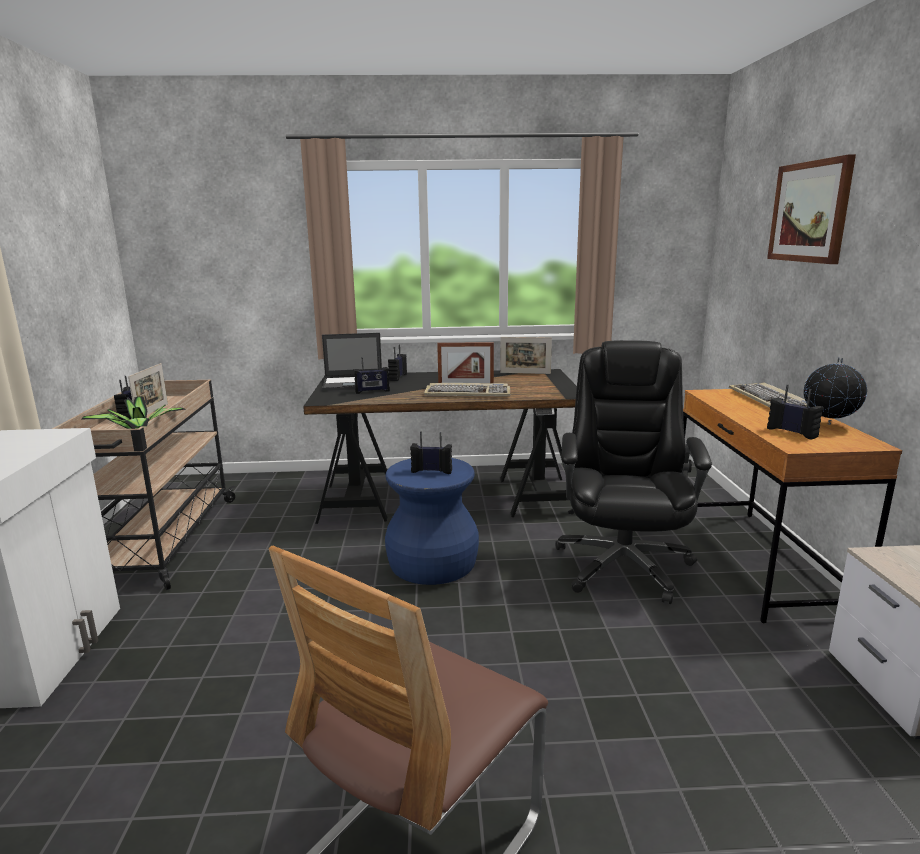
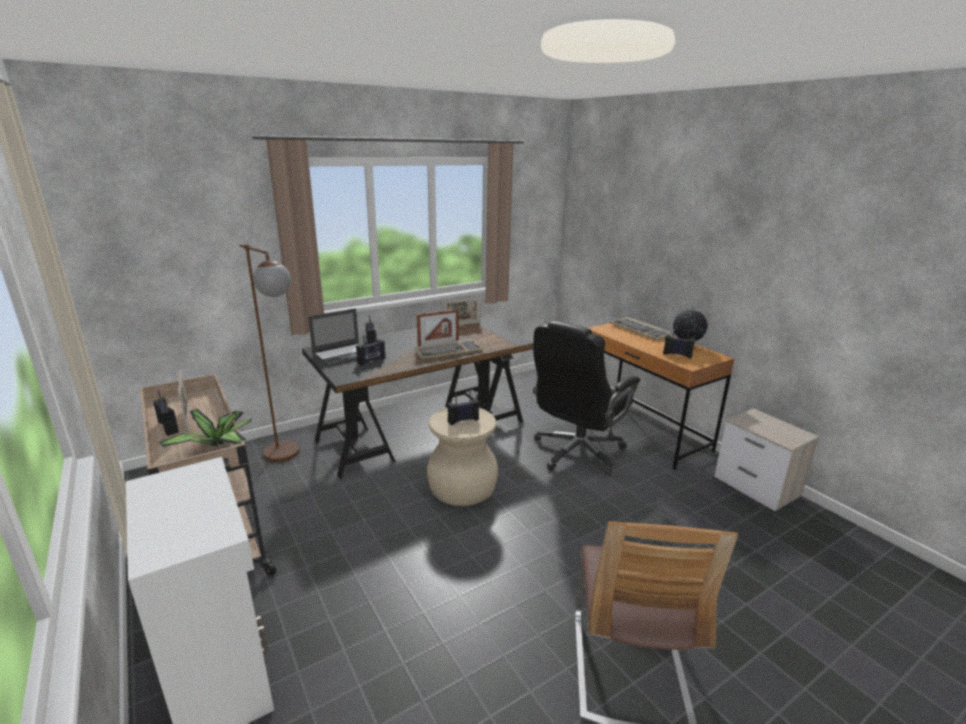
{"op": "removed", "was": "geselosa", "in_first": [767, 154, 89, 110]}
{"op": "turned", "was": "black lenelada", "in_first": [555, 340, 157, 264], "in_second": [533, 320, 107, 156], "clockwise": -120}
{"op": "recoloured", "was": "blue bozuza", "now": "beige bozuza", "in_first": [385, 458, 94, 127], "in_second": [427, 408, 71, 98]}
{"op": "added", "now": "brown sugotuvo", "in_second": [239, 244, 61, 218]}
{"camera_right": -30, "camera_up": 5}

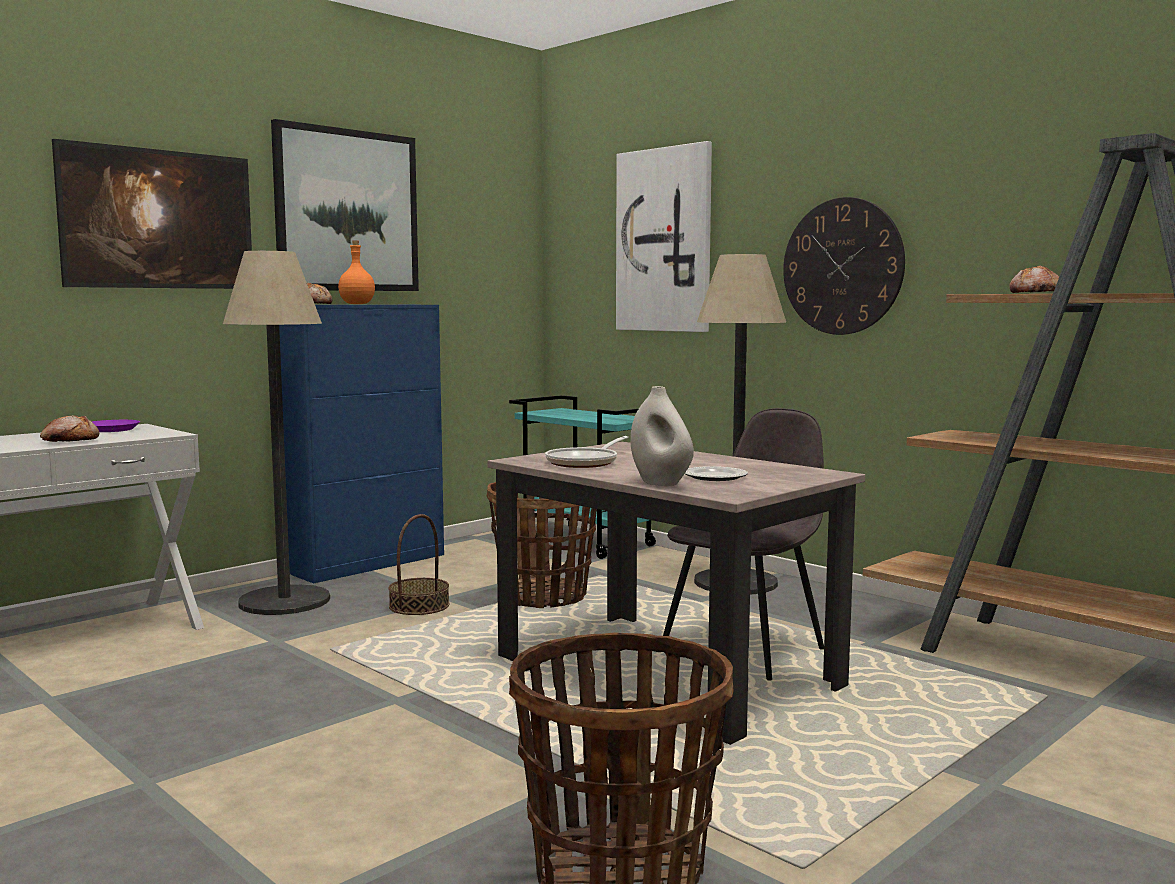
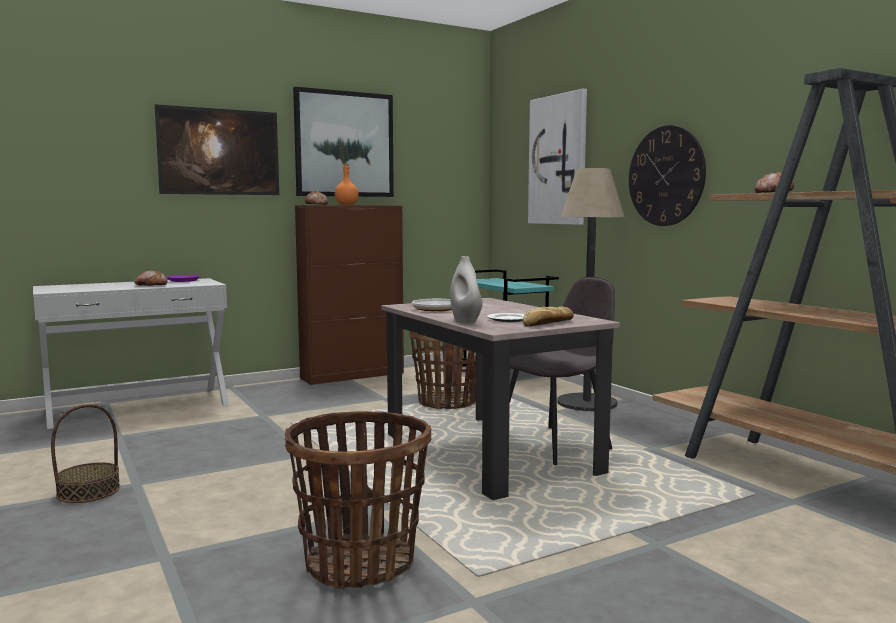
{"op": "removed", "was": "sugotuvo", "in_first": [223, 251, 107, 364]}
{"op": "recoloured", "was": "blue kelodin", "now": "brown kelodin", "in_first": [279, 305, 165, 279], "in_second": [295, 205, 109, 180]}
{"op": "moved", "was": "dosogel", "in_first": [389, 514, 60, 101], "in_second": [51, 404, 69, 99]}
{"op": "added", "now": "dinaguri", "in_second": [523, 306, 51, 21]}
{"camera_right": 15, "camera_up": 0}

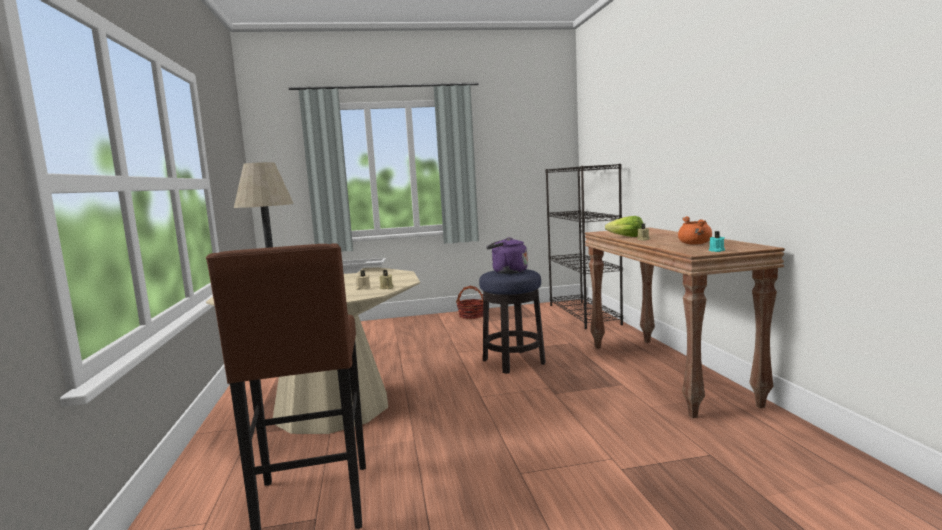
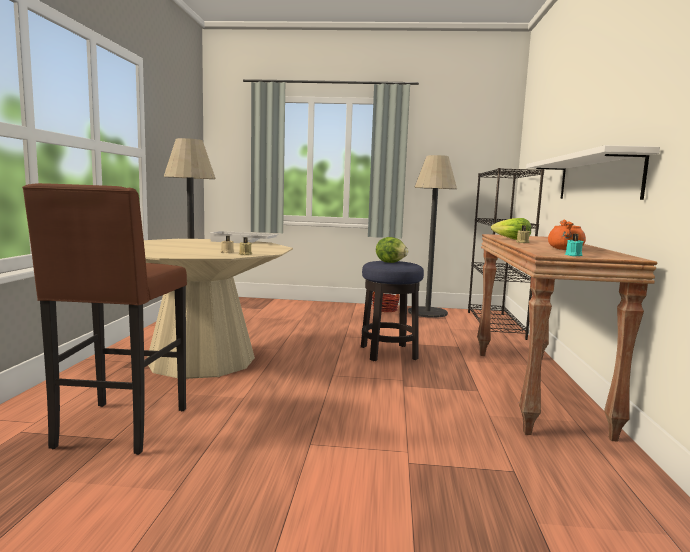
{"op": "replaced", "was": "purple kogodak", "now": "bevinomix", "in_first": [486, 237, 42, 37], "in_second": [376, 237, 32, 26]}
{"op": "added", "now": "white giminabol", "in_second": [526, 145, 134, 55]}
{"op": "added", "now": "sugotuvo", "in_second": [408, 155, 49, 163]}
{"camera_right": 15, "camera_up": 0}

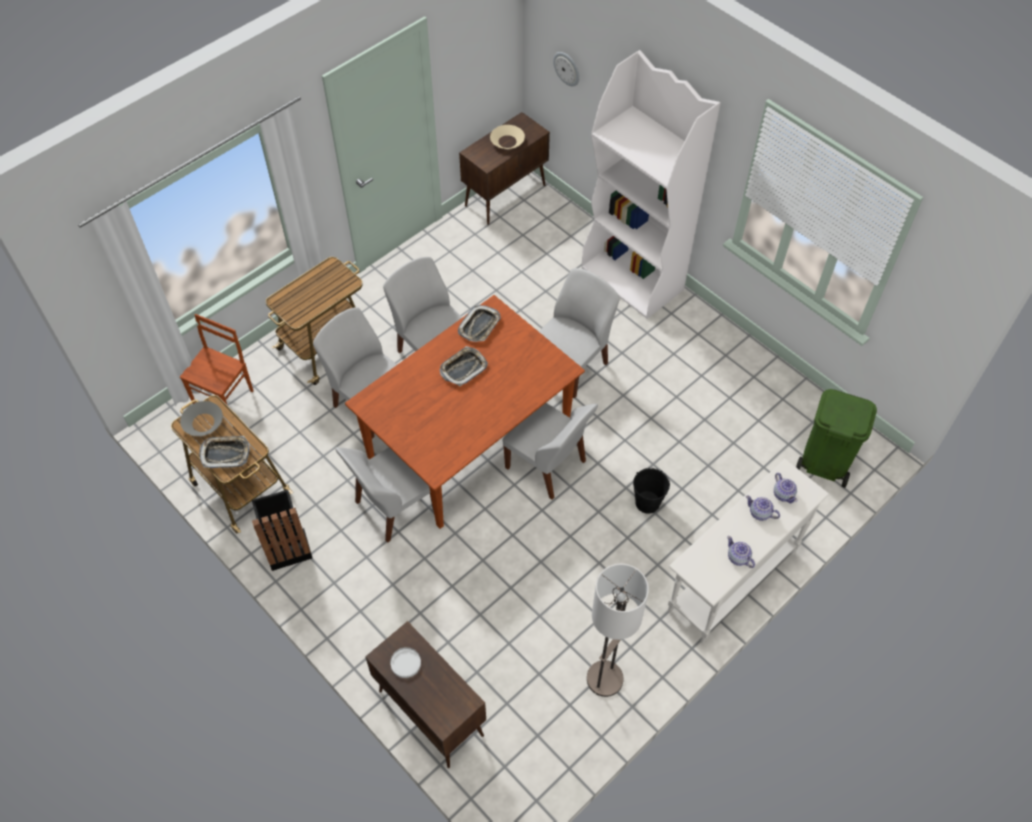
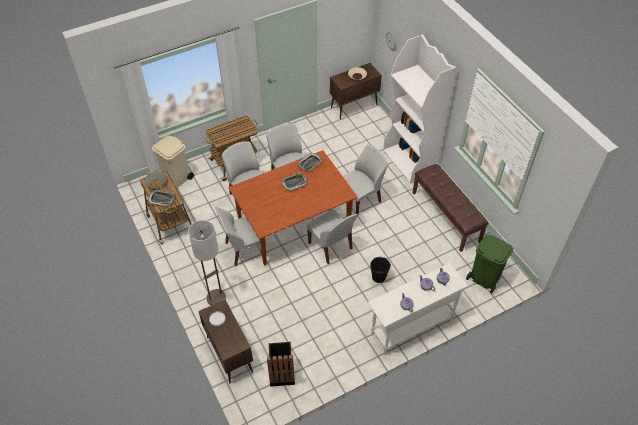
{"op": "replaced", "was": "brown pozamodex", "now": "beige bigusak", "in_first": [180, 314, 73, 92], "in_second": [152, 136, 42, 51]}
{"op": "moved", "was": "black bigusak", "in_first": [252, 490, 60, 81], "in_second": [267, 342, 28, 45]}
{"op": "moved", "was": "sugotuvo", "in_first": [587, 563, 62, 134], "in_second": [188, 220, 38, 85]}
{"op": "added", "now": "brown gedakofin", "in_second": [412, 164, 76, 88]}
{"camera_right": 15, "camera_up": -5}

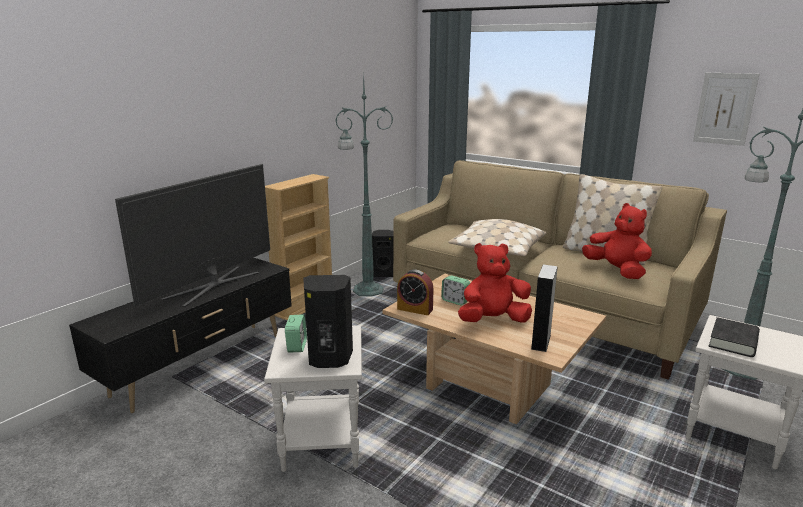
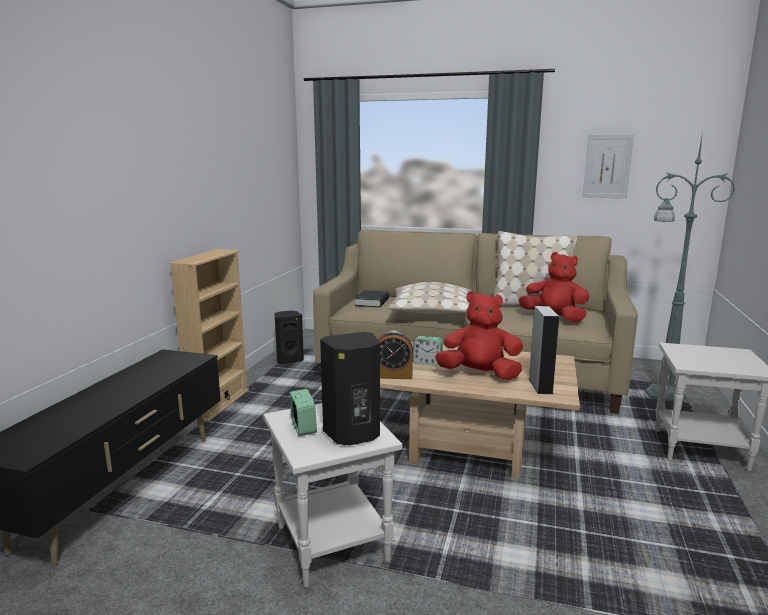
{"op": "removed", "was": "green sugotuvo", "in_first": [335, 72, 58, 225]}
{"op": "removed", "was": "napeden", "in_first": [115, 164, 155, 143]}
{"op": "turned", "was": "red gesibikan", "in_first": [458, 243, 74, 80], "in_second": [435, 291, 88, 89], "clockwise": 45}
{"op": "moved", "was": "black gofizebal", "in_first": [709, 317, 51, 40], "in_second": [355, 290, 34, 17]}
{"camera_right": -20, "camera_up": -5}

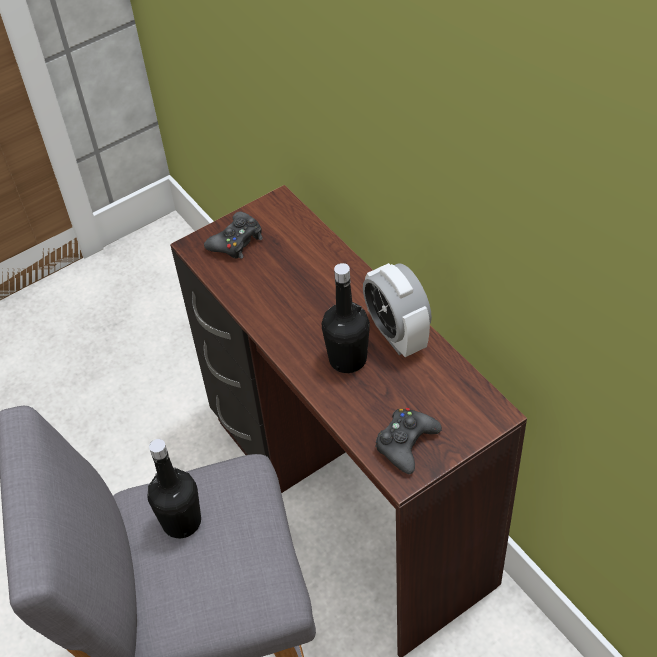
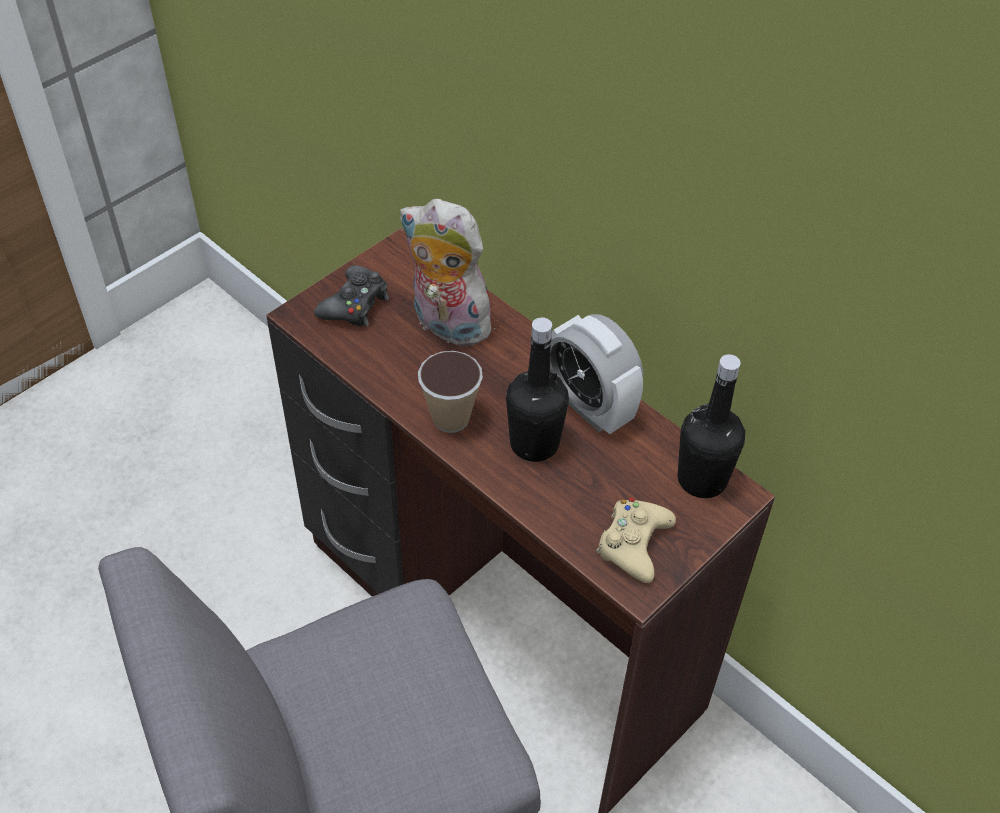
{"op": "recoloured", "was": "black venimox", "now": "beige venimox", "in_first": [375, 408, 67, 66], "in_second": [596, 498, 80, 85]}
{"op": "moved", "was": "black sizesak", "in_first": [148, 439, 53, 99], "in_second": [678, 354, 67, 144]}
{"op": "added", "now": "gesibikan", "in_second": [400, 199, 101, 147]}
{"op": "added", "now": "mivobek", "in_second": [418, 351, 65, 82]}
{"camera_right": -15, "camera_up": 0}

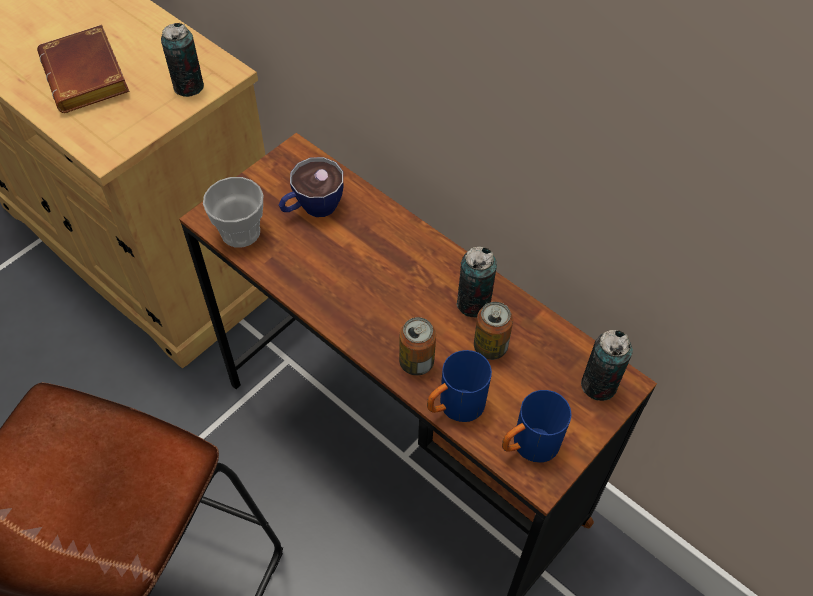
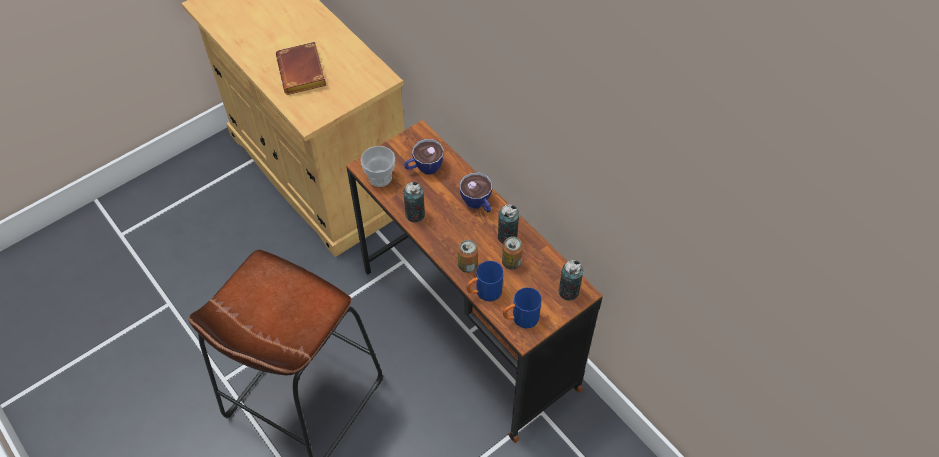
{"op": "moved", "was": "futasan", "in_first": [161, 23, 43, 74], "in_second": [404, 182, 21, 41]}
{"op": "added", "now": "mivobek", "in_second": [460, 173, 32, 39]}
{"camera_right": 10, "camera_up": 0}

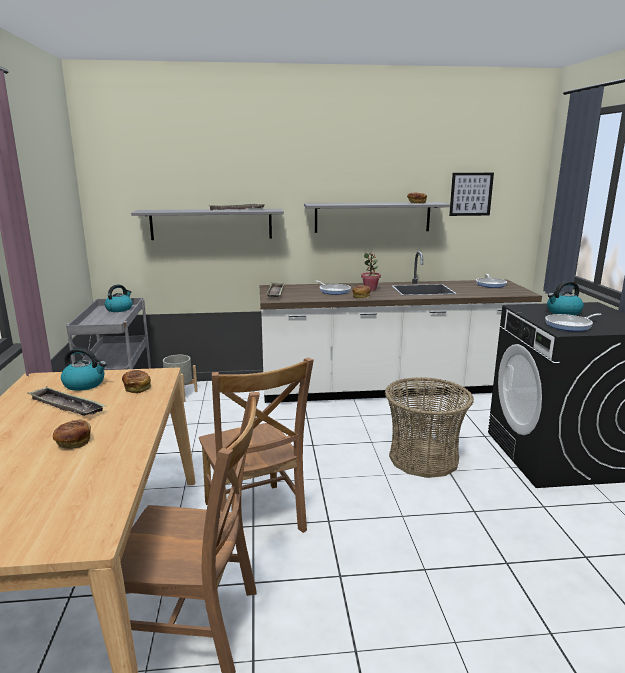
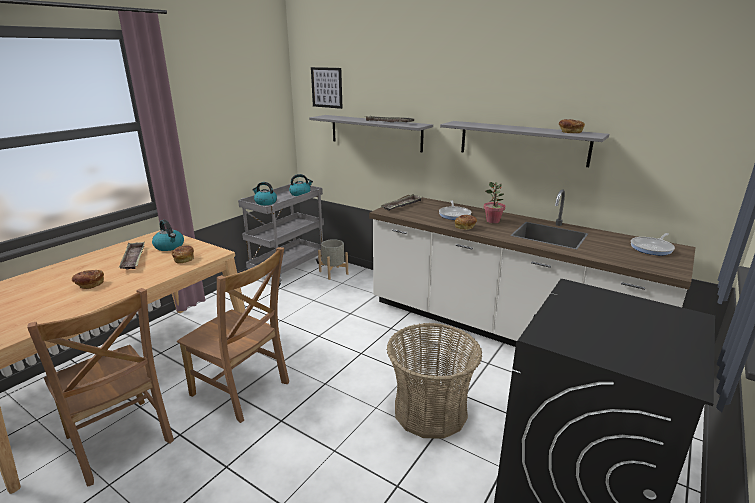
{"op": "moved", "was": "geselosa", "in_first": [449, 173, 45, 43], "in_second": [311, 67, 32, 42]}
{"op": "moved", "was": "kogodak", "in_first": [547, 281, 37, 34], "in_second": [252, 182, 25, 23]}
{"op": "removed", "was": "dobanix", "in_first": [545, 313, 56, 18]}
{"op": "turned", "was": "brown pozamodex", "in_first": [199, 357, 115, 176], "in_second": [177, 247, 112, 176], "clockwise": -75}
{"camera_right": 40, "camera_up": 5}

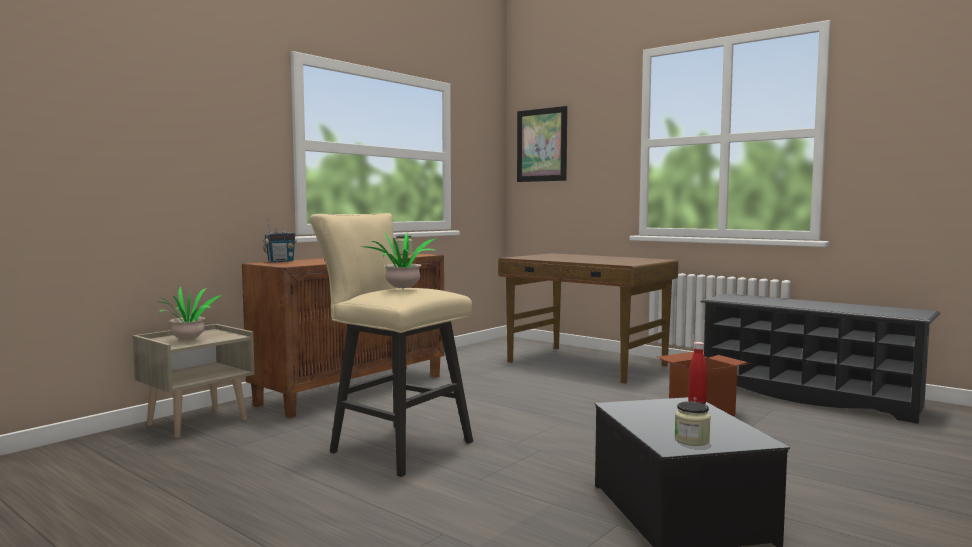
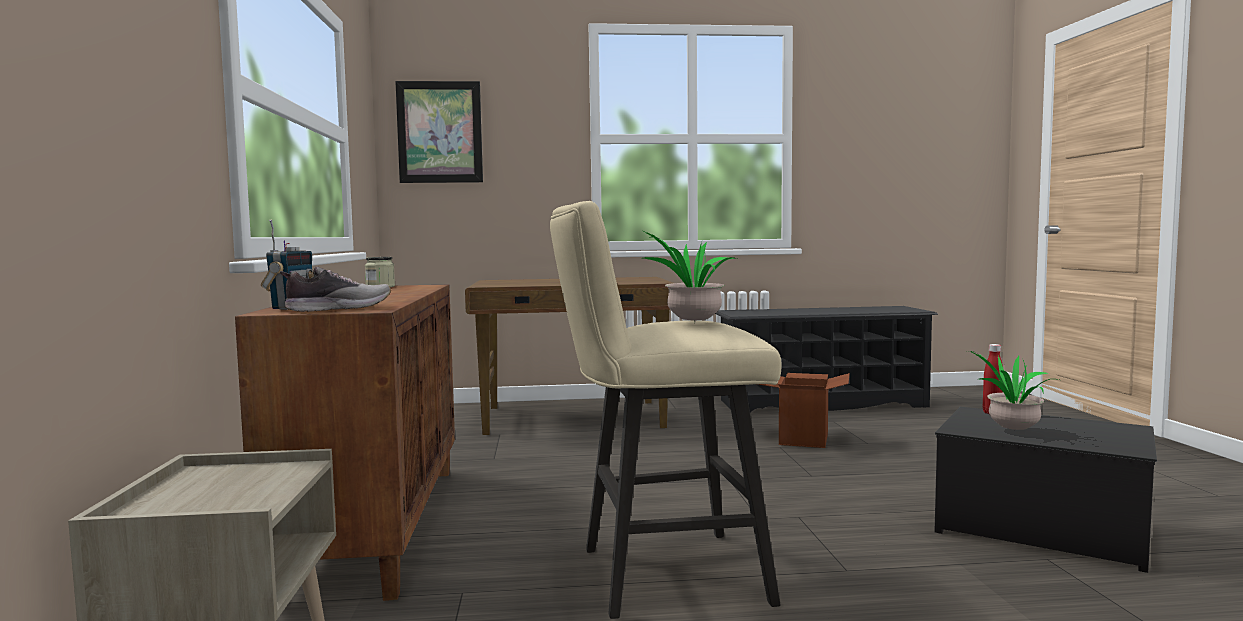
{"op": "moved", "was": "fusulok", "in_first": [159, 287, 63, 54], "in_second": [970, 351, 89, 79]}
{"op": "removed", "was": "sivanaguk", "in_first": [674, 401, 37, 45]}
{"op": "added", "now": "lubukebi", "in_second": [280, 267, 111, 45]}
{"camera_right": -45, "camera_up": 0}

